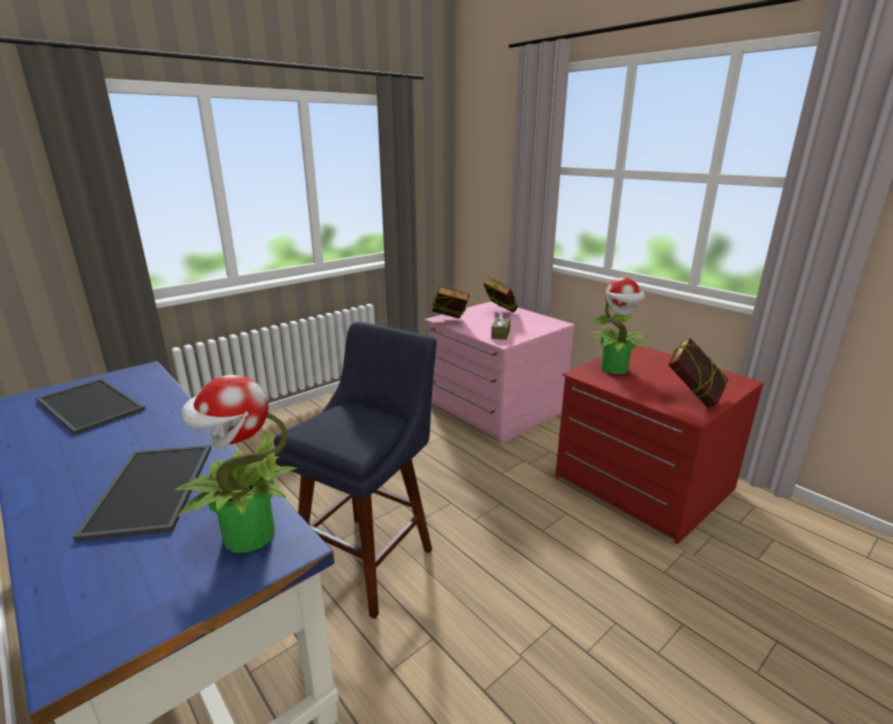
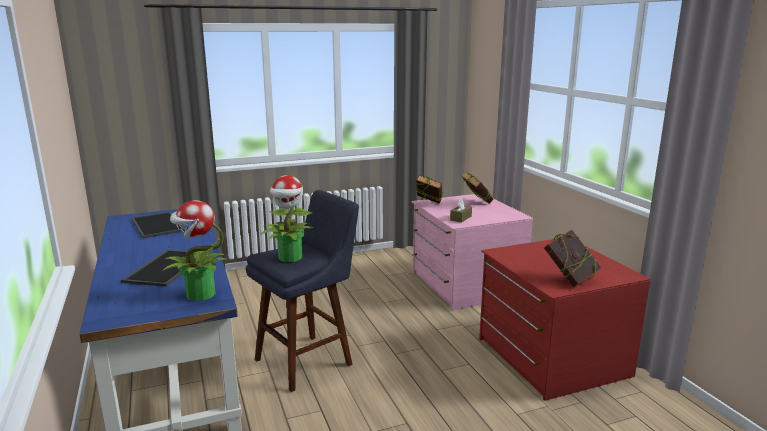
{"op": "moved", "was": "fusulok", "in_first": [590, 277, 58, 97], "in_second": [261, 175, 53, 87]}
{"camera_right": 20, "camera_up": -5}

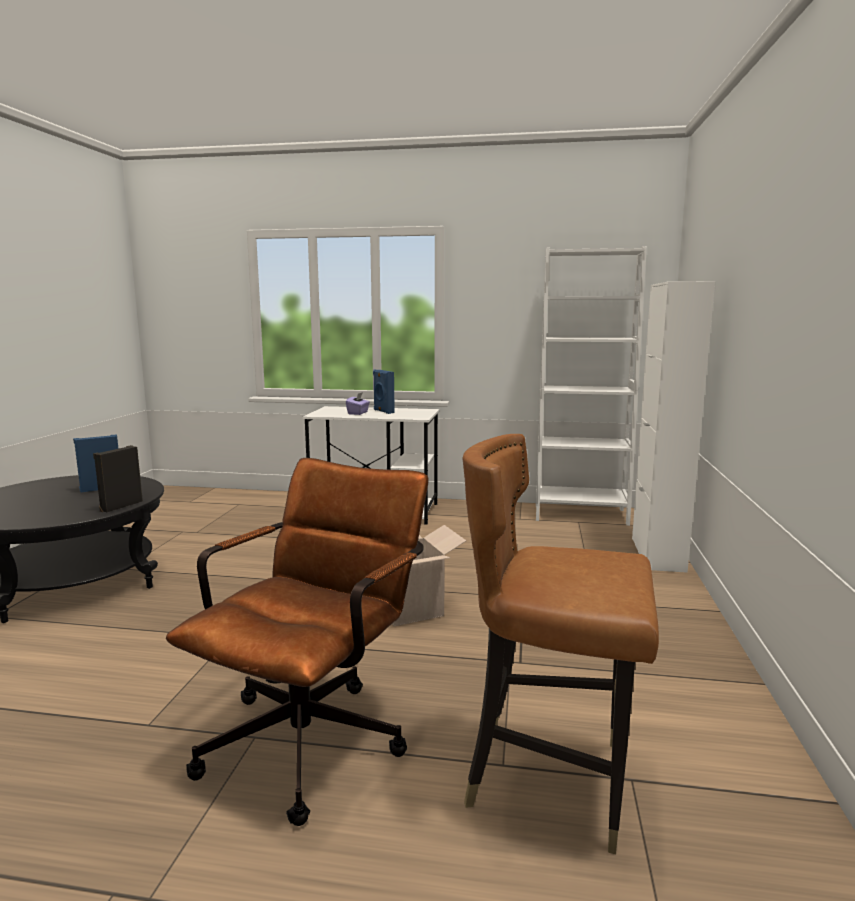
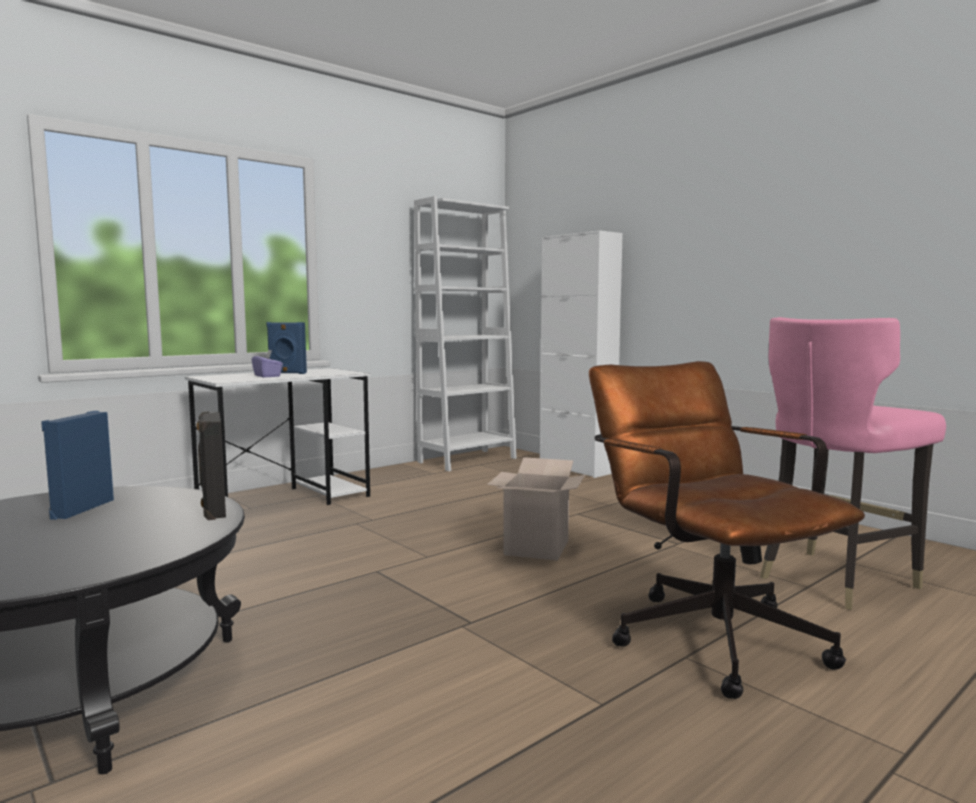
{"op": "recoloured", "was": "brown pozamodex", "now": "pink pozamodex", "in_first": [462, 434, 197, 420], "in_second": [760, 317, 186, 293]}
{"camera_right": -50, "camera_up": -5}

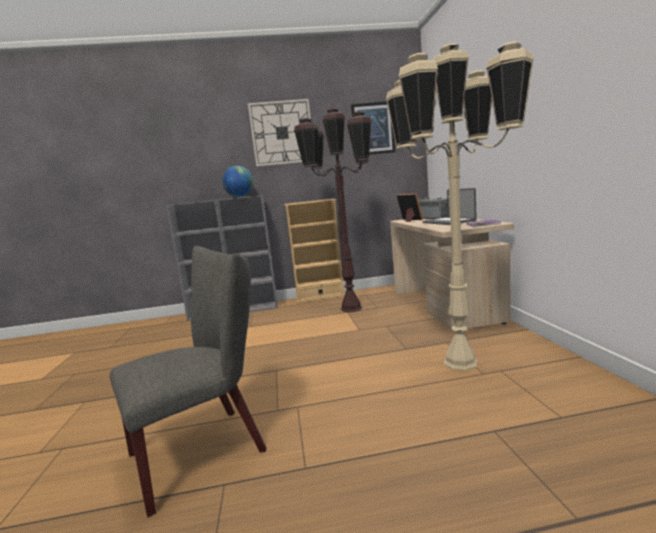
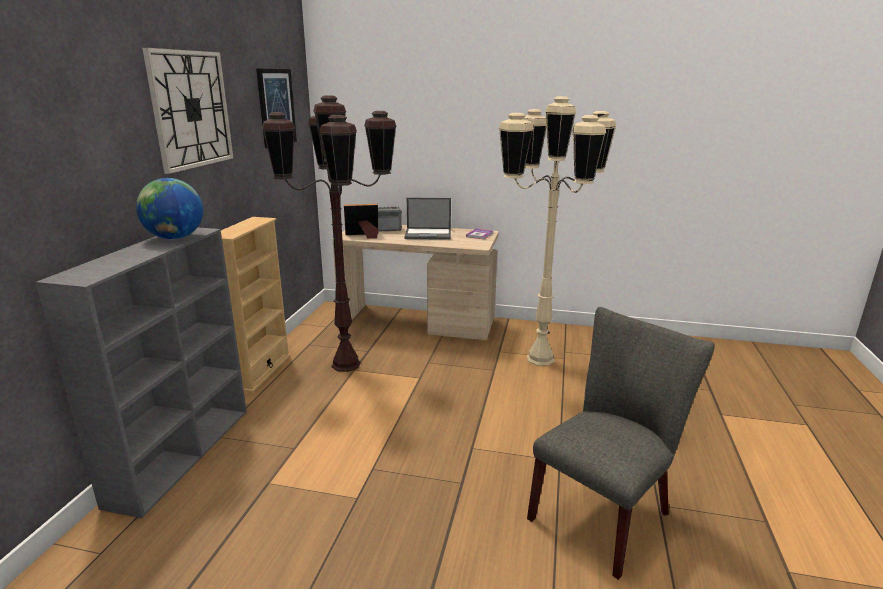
{"op": "turned", "was": "grey pozamodex", "in_first": [110, 246, 157, 271], "in_second": [527, 307, 188, 273], "clockwise": 60}
{"camera_right": -70, "camera_up": 10}

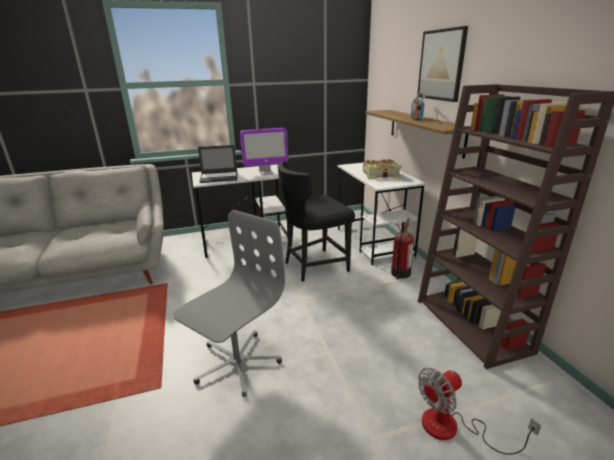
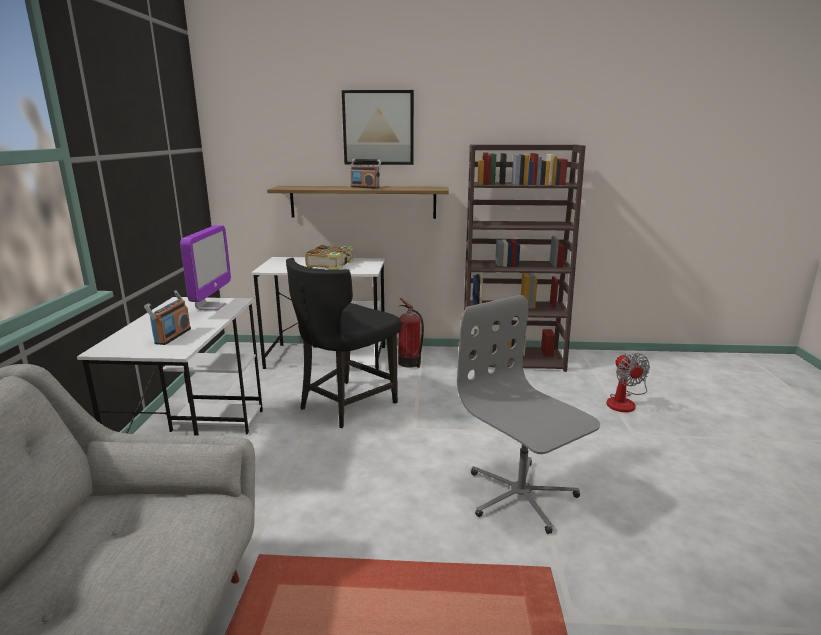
{"op": "replaced", "was": "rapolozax", "now": "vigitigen", "in_first": [198, 145, 39, 38], "in_second": [144, 290, 47, 55]}
{"op": "turned", "was": "black pozamodex", "in_first": [278, 161, 77, 121], "in_second": [286, 258, 115, 170], "clockwise": 45}
{"camera_right": -70, "camera_up": -5}

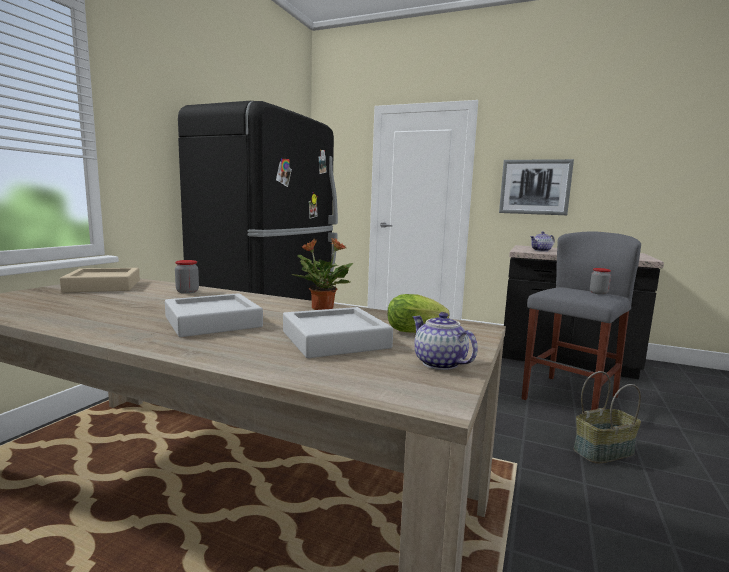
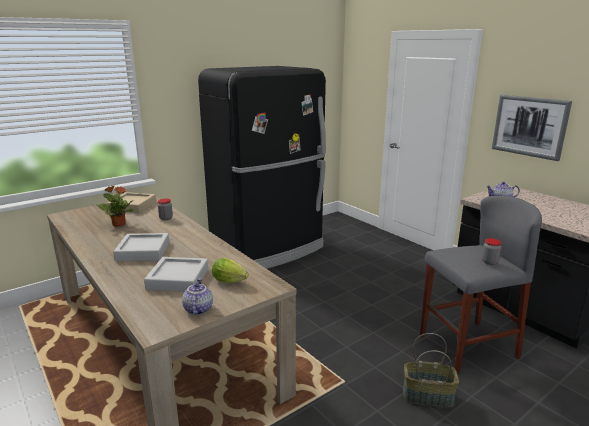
{"op": "moved", "was": "fusulok", "in_first": [291, 238, 62, 72], "in_second": [96, 186, 38, 41]}
{"camera_right": 30, "camera_up": 10}

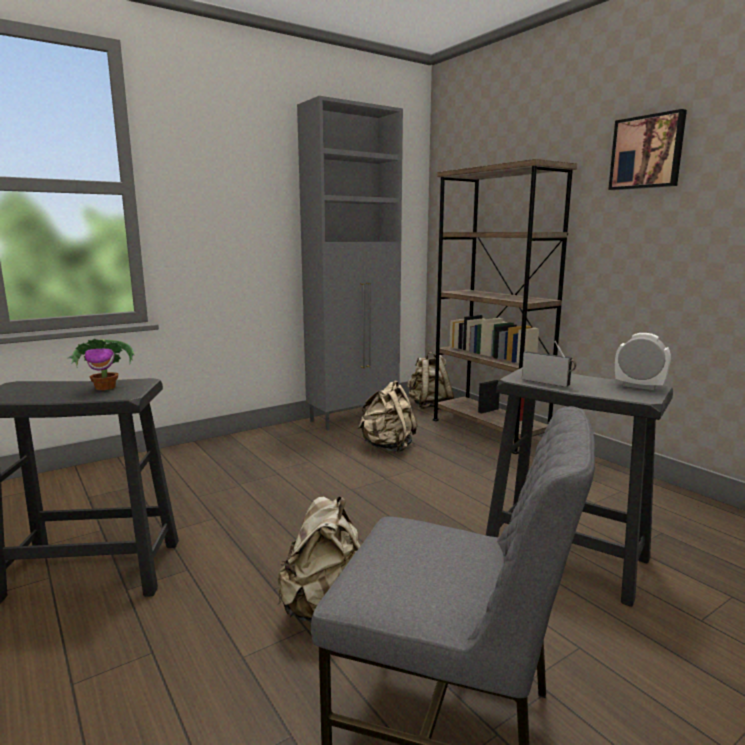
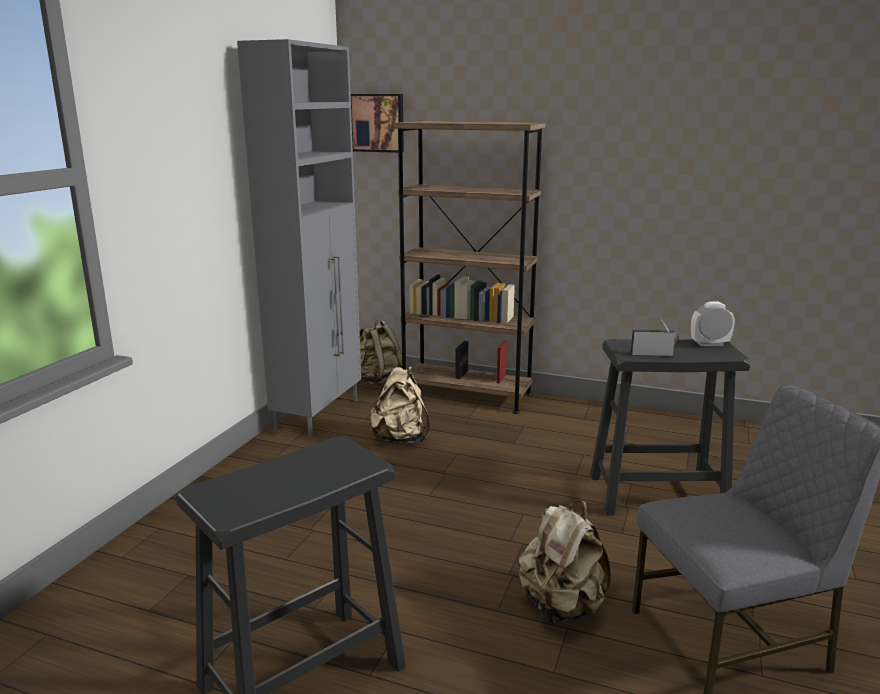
{"op": "moved", "was": "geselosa", "in_first": [608, 109, 79, 81], "in_second": [351, 94, 53, 59]}
{"op": "removed", "was": "fusulok", "in_first": [67, 339, 68, 51]}
{"camera_right": -35, "camera_up": 5}

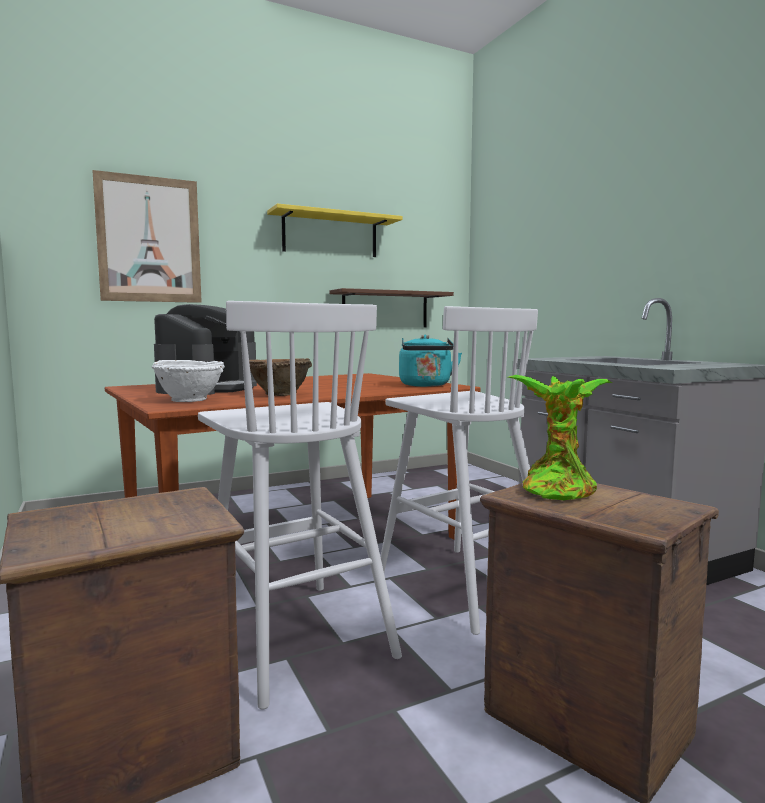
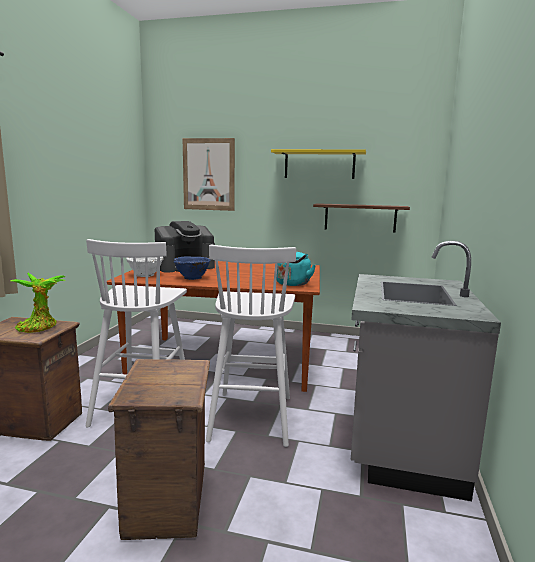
{"op": "recoloured", "was": "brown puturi", "now": "blue puturi", "in_first": [249, 358, 63, 38], "in_second": [174, 256, 36, 24]}
{"op": "moved", "was": "fusulok", "in_first": [508, 375, 104, 125], "in_second": [10, 273, 56, 60]}
{"camera_right": 40, "camera_up": 5}

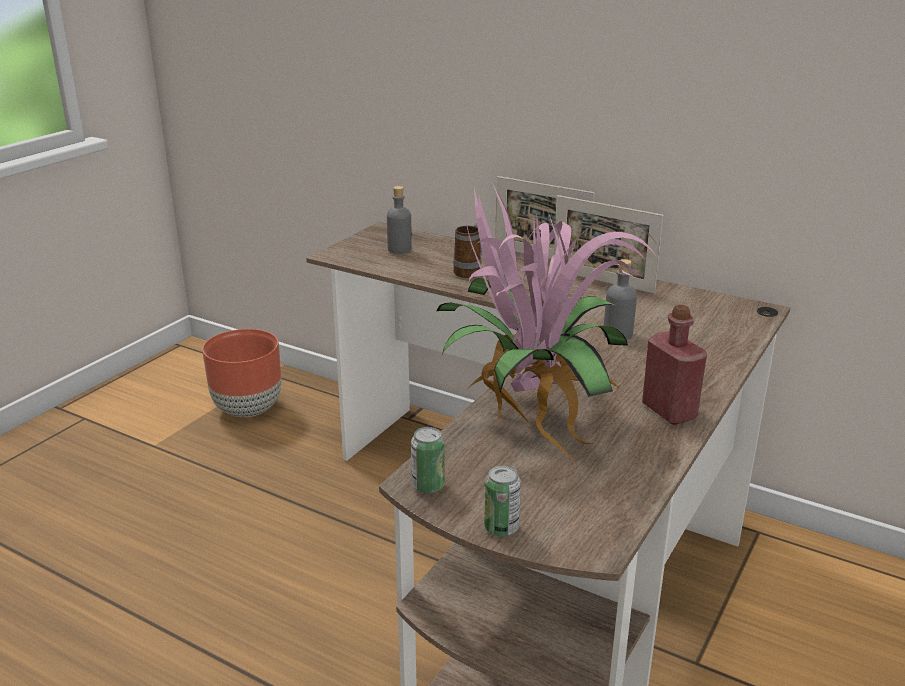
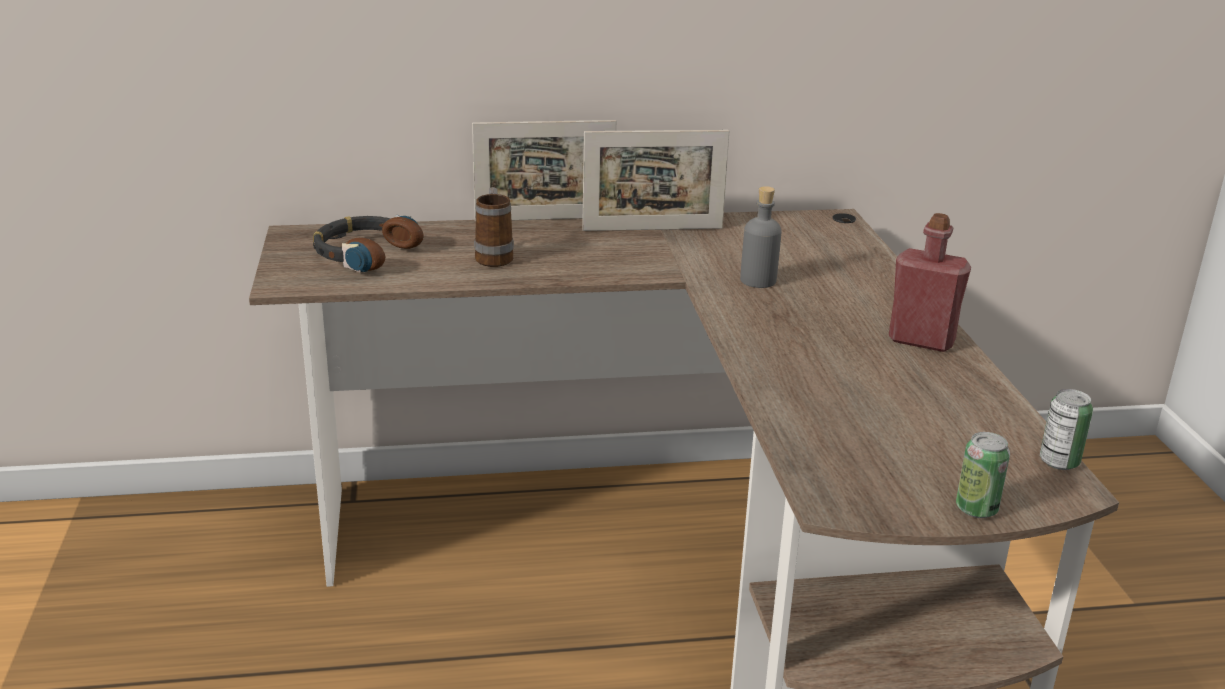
{"op": "removed", "was": "fusulok", "in_first": [437, 183, 220, 278]}
{"op": "replaced", "was": "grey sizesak", "now": "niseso", "in_first": [387, 186, 25, 68], "in_second": [313, 215, 110, 58]}
{"op": "removed", "was": "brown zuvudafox", "in_first": [202, 329, 79, 88]}
{"op": "moved", "was": "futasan", "in_first": [411, 427, 34, 66], "in_second": [1040, 389, 53, 81]}
{"camera_right": -40, "camera_up": 0}

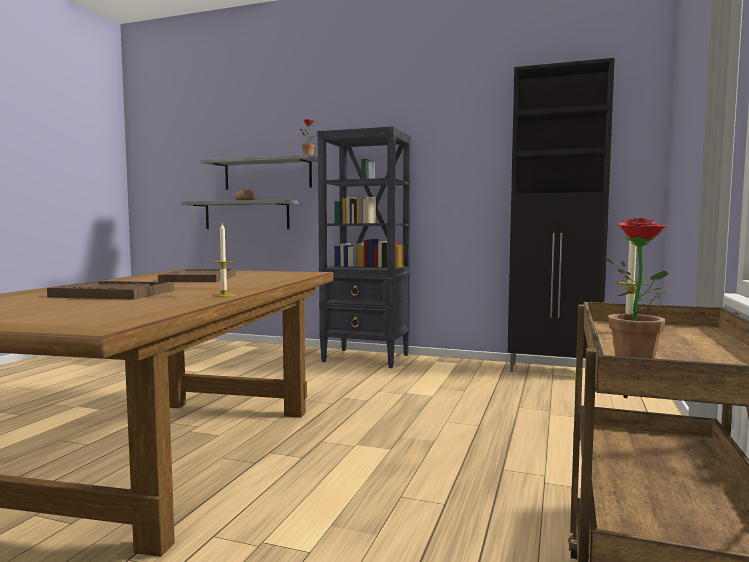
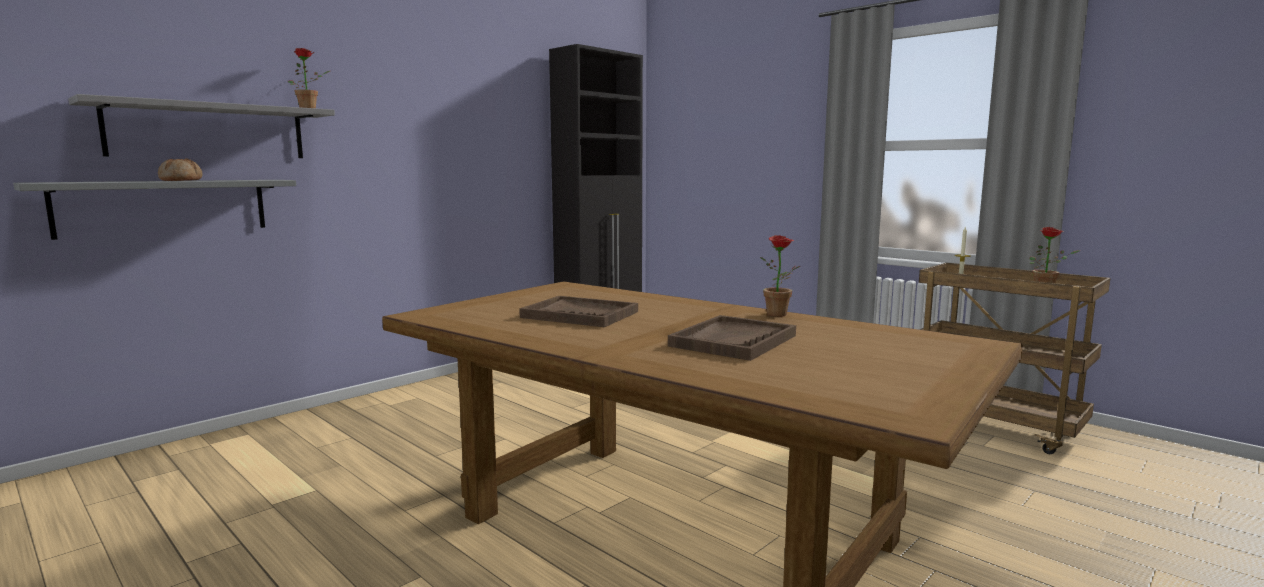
{"op": "removed", "was": "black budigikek", "in_first": [317, 126, 94, 242]}
{"op": "replaced", "was": "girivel", "now": "fusulok", "in_first": [212, 224, 24, 73], "in_second": [760, 235, 40, 82]}
{"camera_right": -65, "camera_up": 5}

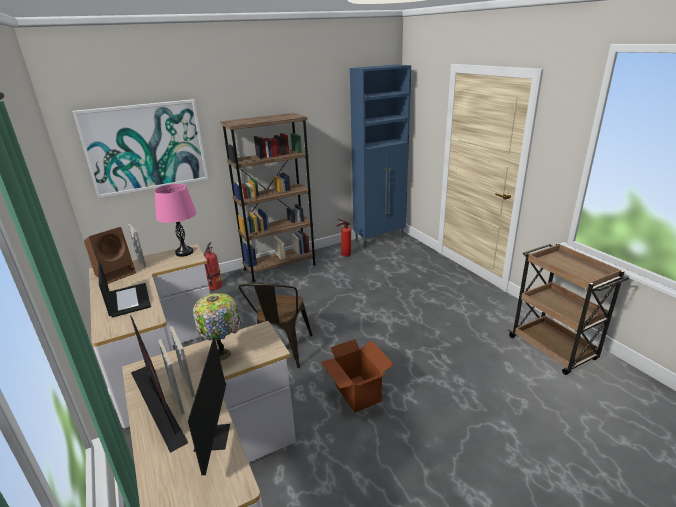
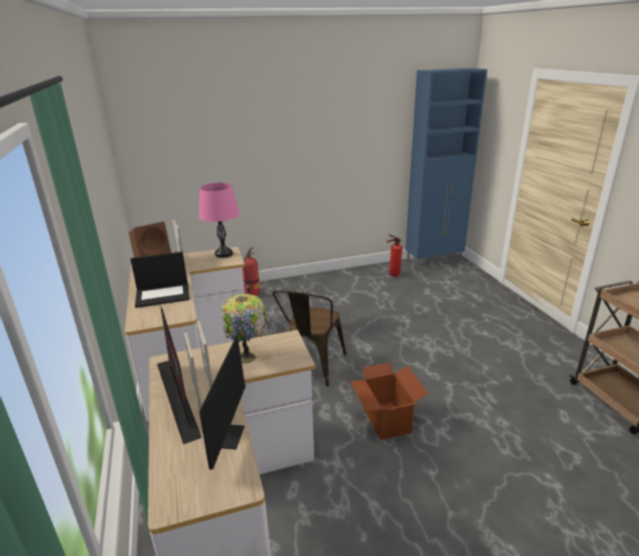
{"op": "removed", "was": "geselosa", "in_first": [73, 99, 135, 99]}
{"op": "removed", "was": "brown budigikek", "in_first": [220, 113, 96, 169]}
{"op": "turned", "was": "rapolozax", "in_first": [98, 262, 53, 56], "in_second": [130, 252, 60, 56], "clockwise": 90}
{"camera_right": 10, "camera_up": 0}

